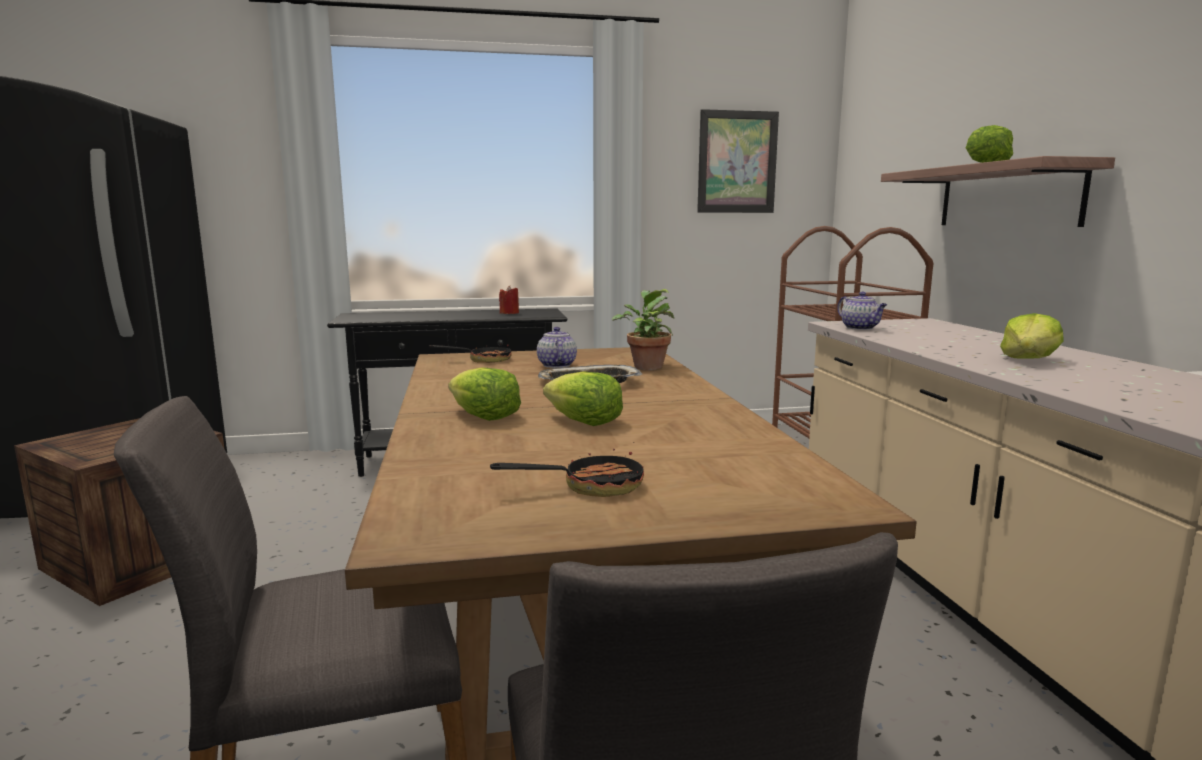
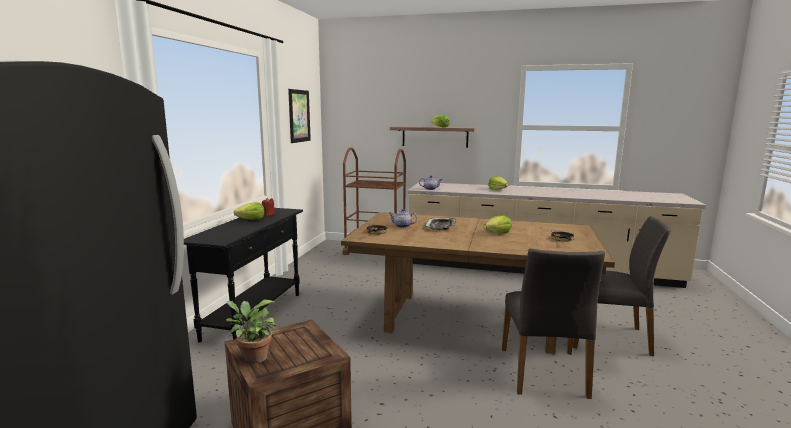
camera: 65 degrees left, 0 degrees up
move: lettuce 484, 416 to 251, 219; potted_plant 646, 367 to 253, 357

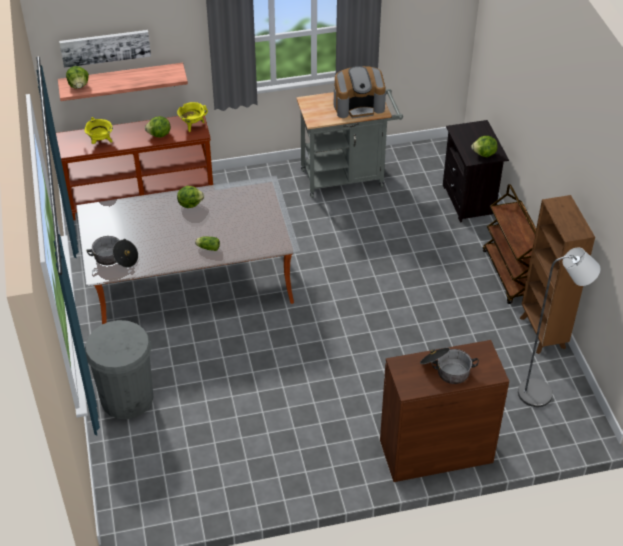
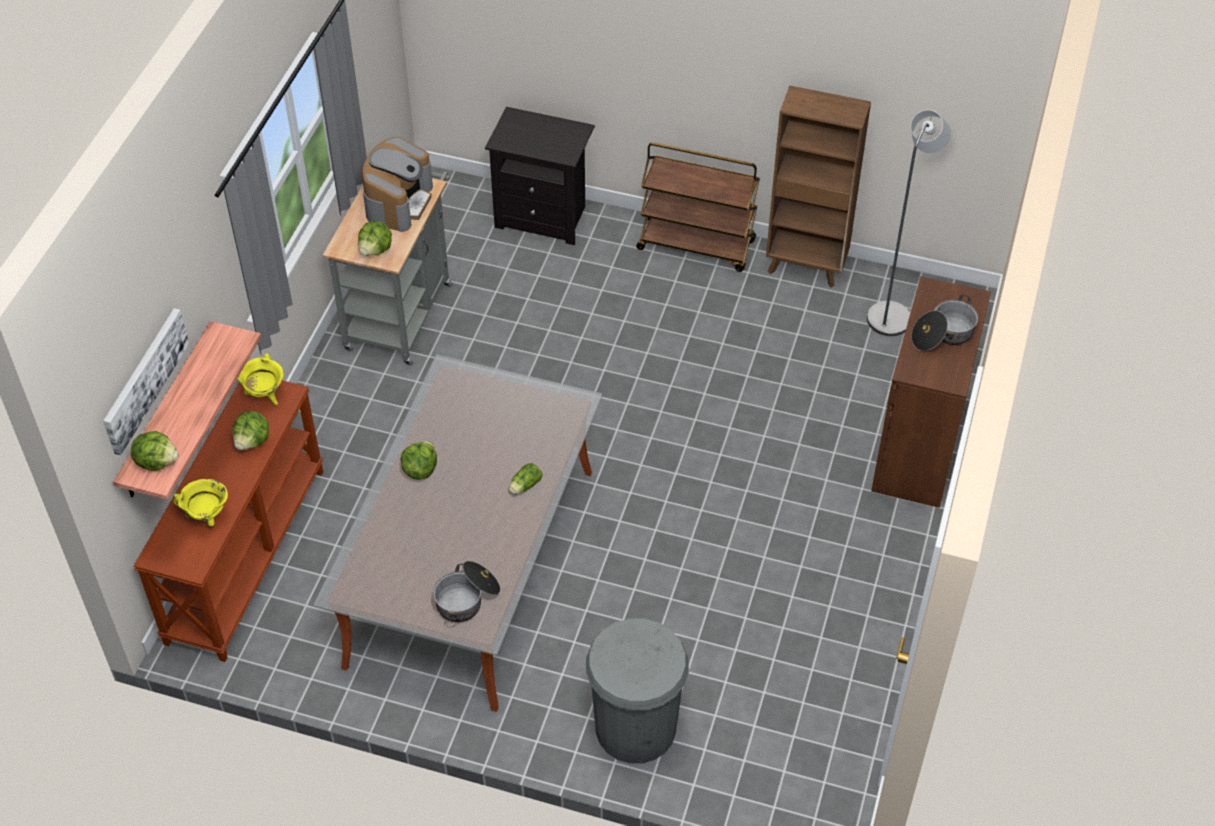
camera: 60 degrees left, 5 degrees up
move: lettuce 484, 154 to 376, 250

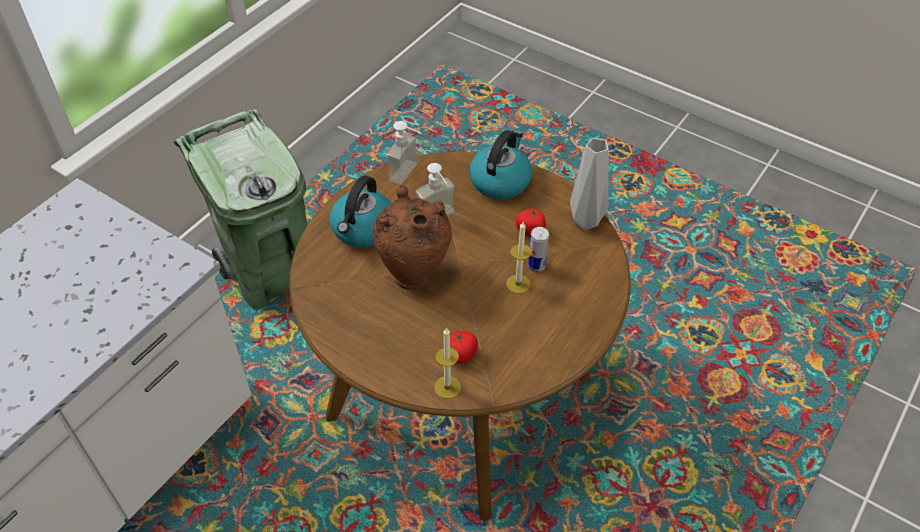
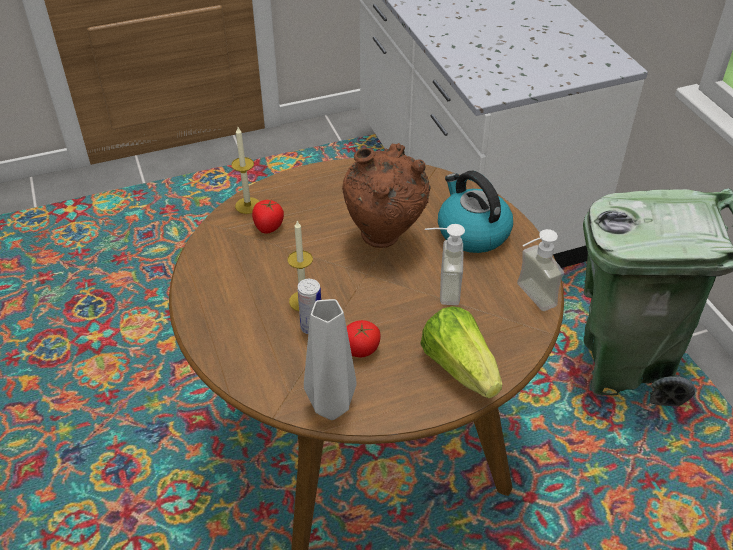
camera: 125 degrees right, 5 degrees down
replace: kettle 500, 181 to lettuce 459, 368

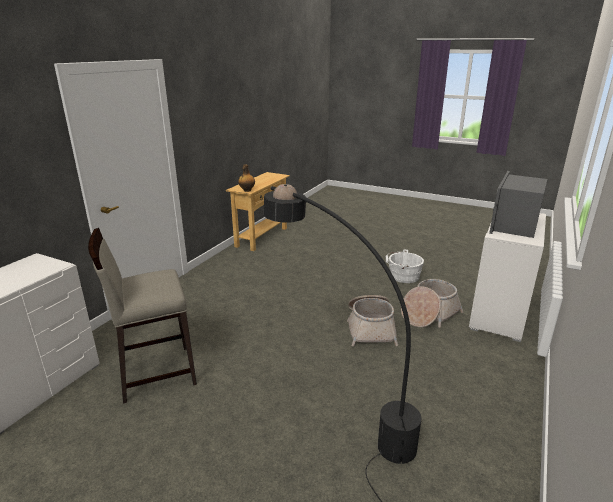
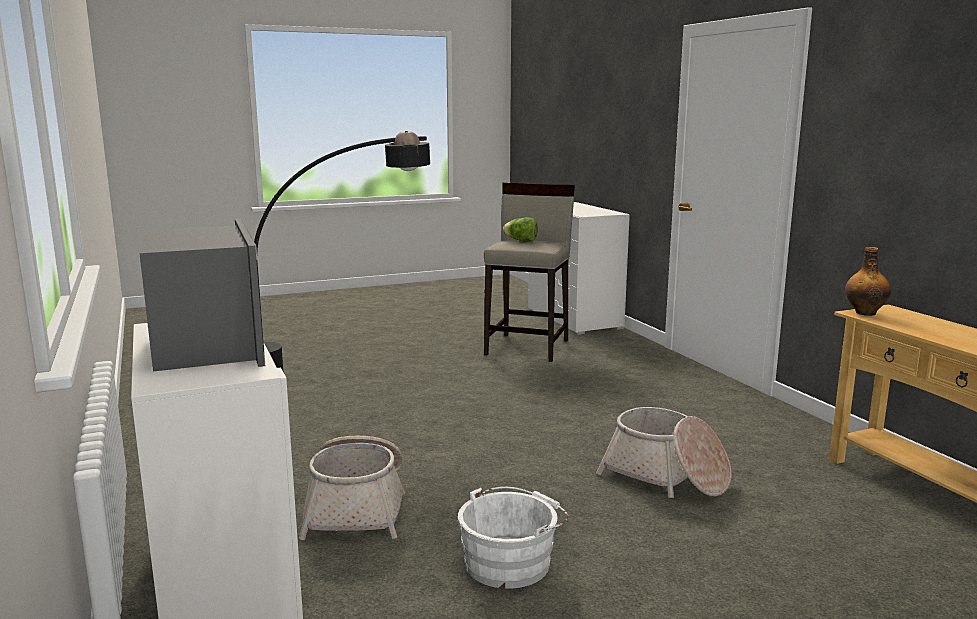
camera: 130 degrees right, 10 degrees down
insert: lettuce 521, 241
move: storage_basket 370, 328 to 666, 476

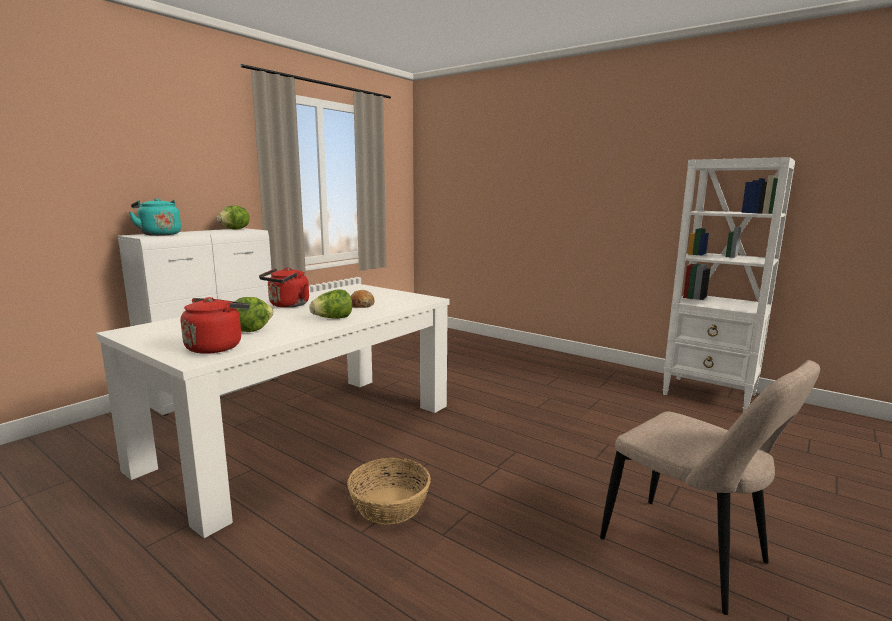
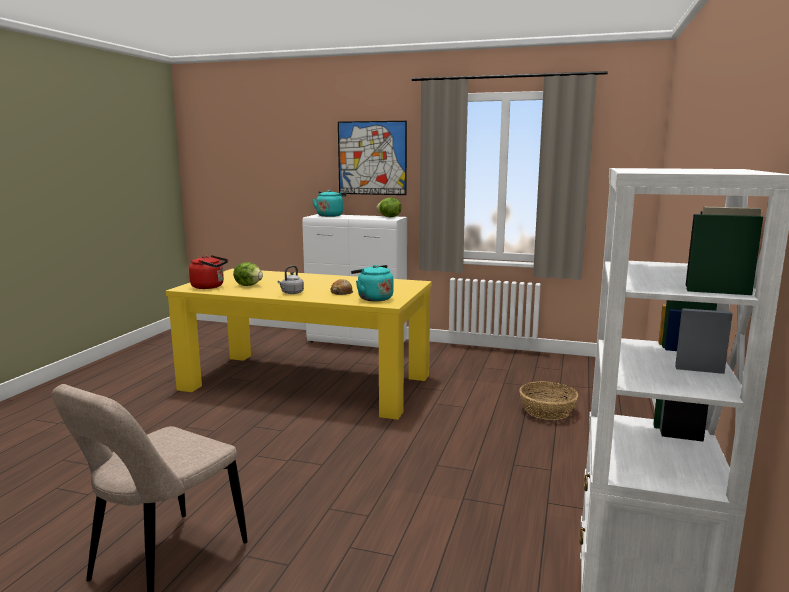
camera: 70 degrees right, 0 degrees up
delete: red_kettle 287, 305
insert: picture 372, 158; blue-green_kettle 373, 298
move: storage_basket 389, 505 to 547, 411
replace: lettuce 332, 318 to greyish_kettle 291, 293
recolor: whitish_dining_table 305, 434 to yellow-coloured_dining_table 306, 382

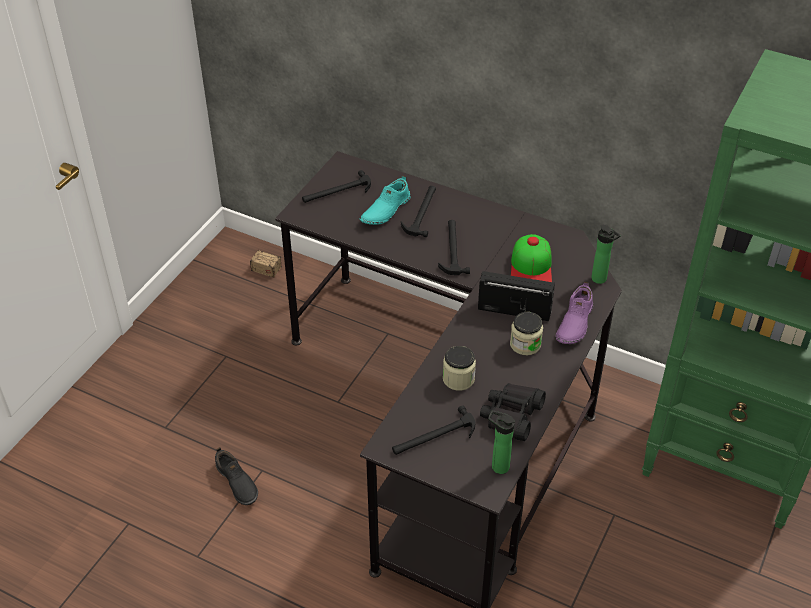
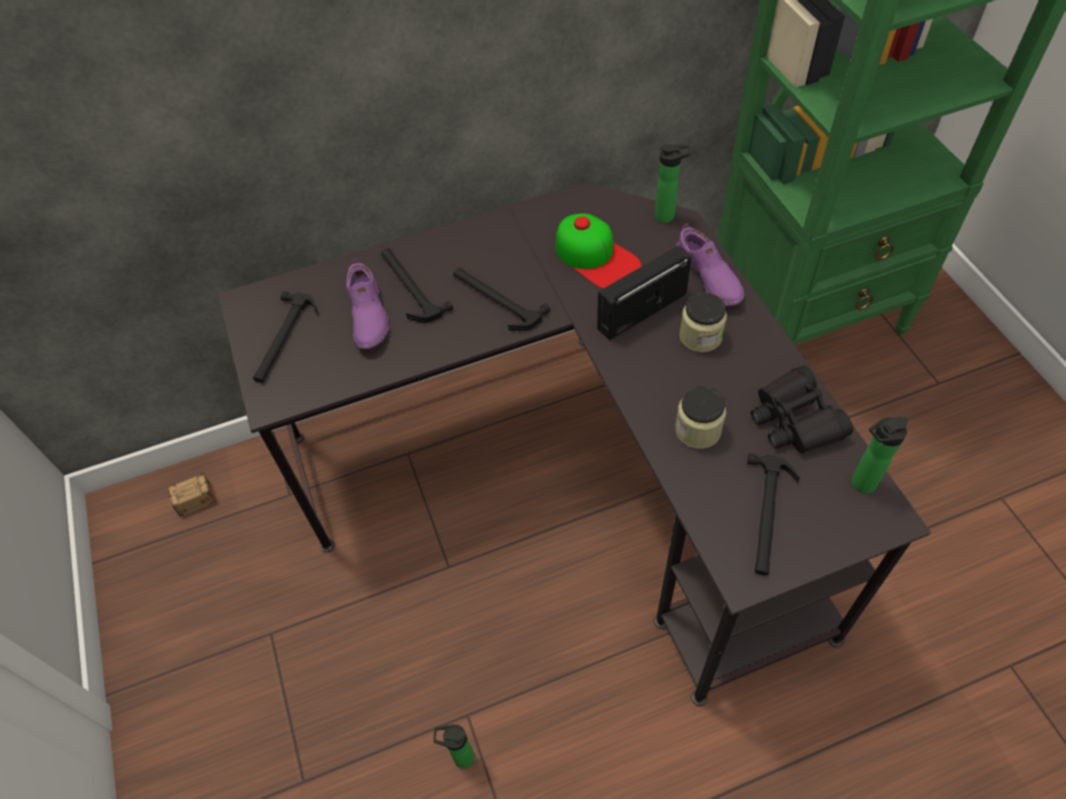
camera: 45 degrees left, 10 degrees up
replace: black_item_of_footwear 236, 483 to drink_bottle 460, 757
recolor: blue-green_item_of_footwear 385, 210 to purple_item_of_footwear 367, 316

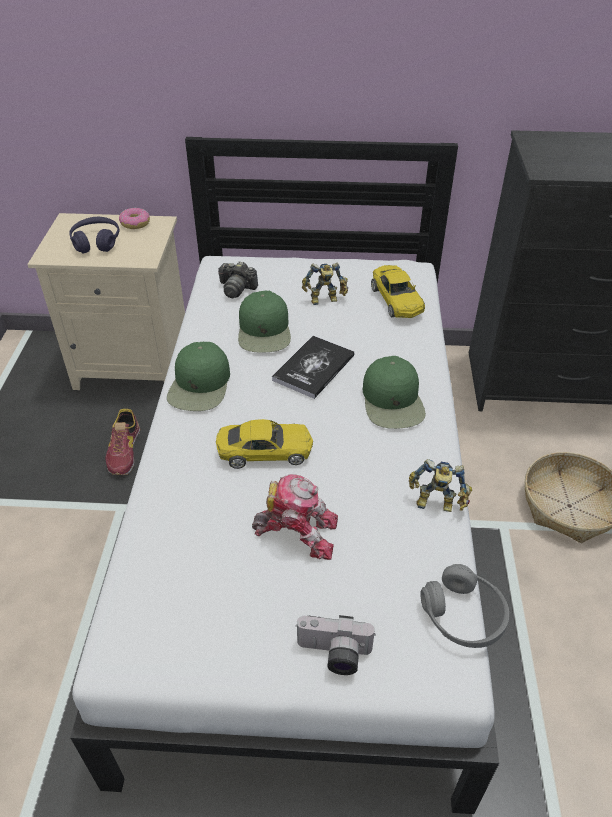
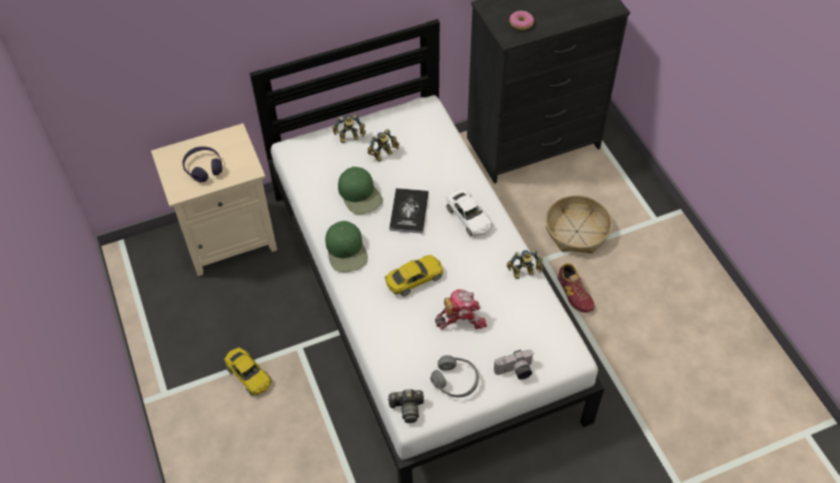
camera: 25 degrees left, 10 degrees up
insert: robot_figure 350, 138
move: item_of_footwear 124, 450 to 574, 293; doughnut 135, 223 to 521, 24; photo_camera 236, 289 to 407, 408; yellow-coloured_model_car 396, 299 to 248, 374; greyish_headphones 463, 615 to 455, 381
replace: greenish_cap 393, 401 to whitish_model_car 468, 217

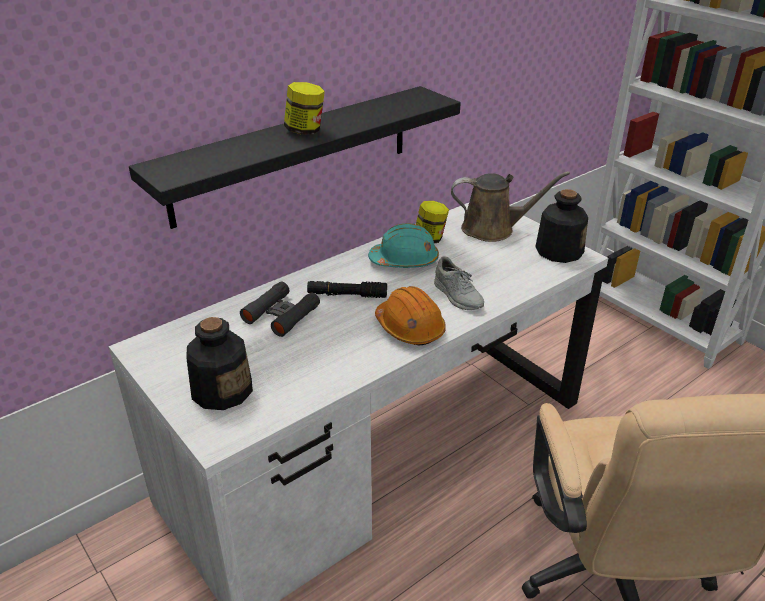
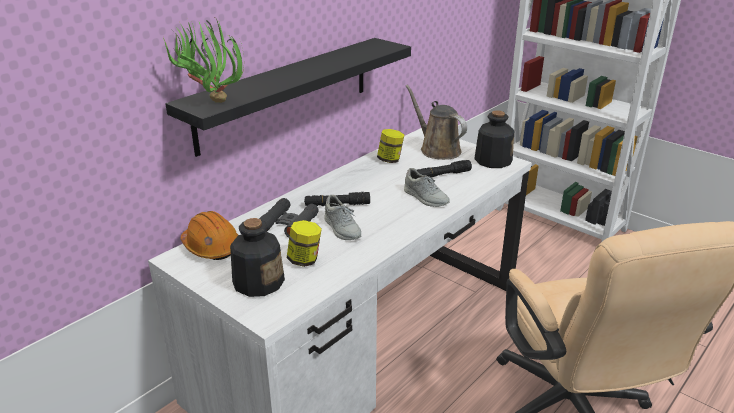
camera: 10 degrees left, 5 degrees down
delete: blue-green_safety_helmet 404, 260
insert: potted_plant 211, 101; greyish_item_of_footwear 342, 228; black_hand_torch 442, 175
move: jar 305, 131 to 304, 260; orange_safety_helmet 410, 328 to 211, 247
rotate: brownish_watering_pot 493, 229 = 437, 149 120 degrees counterclockwise

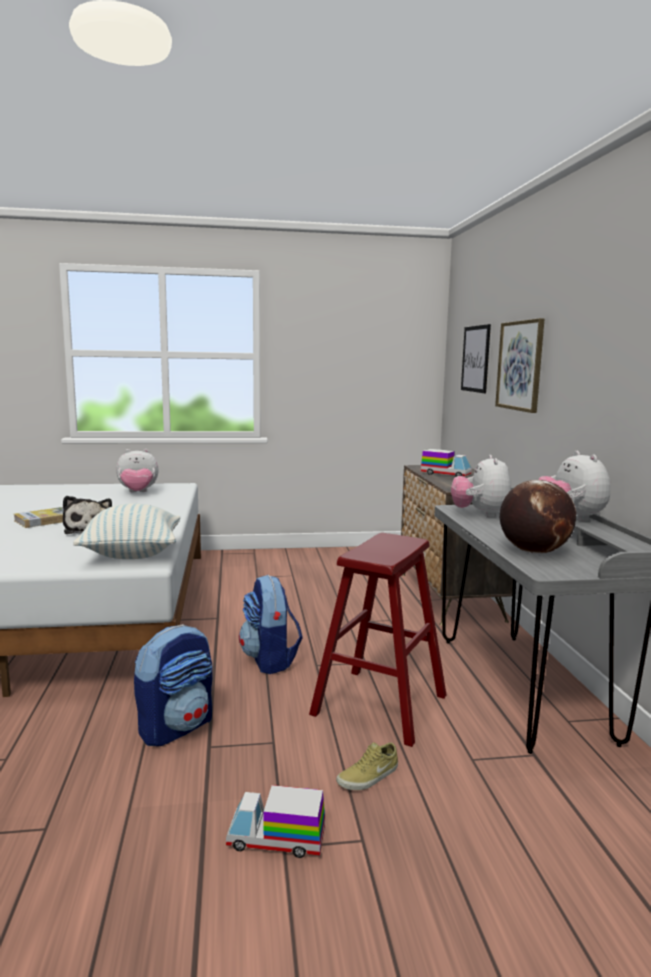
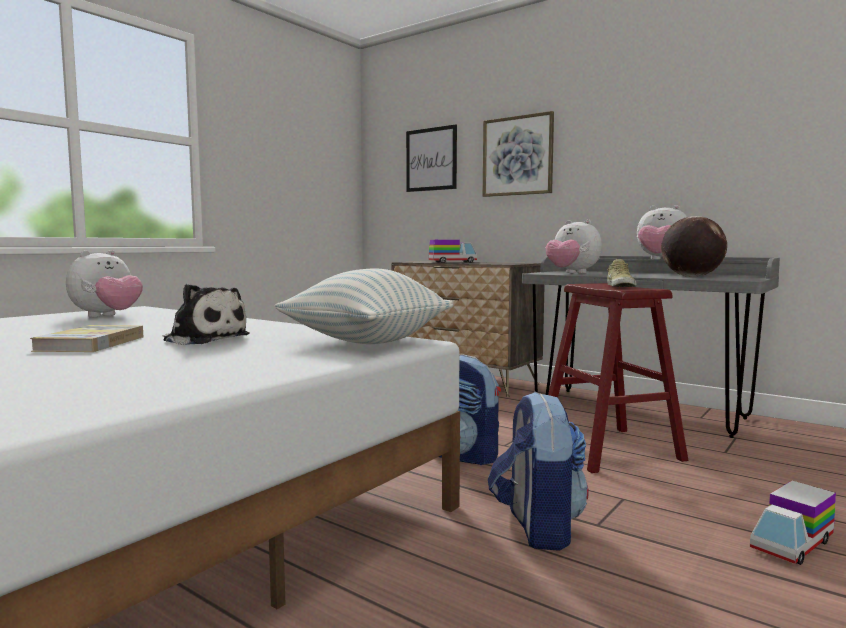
camera: 45 degrees left, 5 degrees down
move: beige-coloured_item_of_footwear 369, 777 to 621, 286

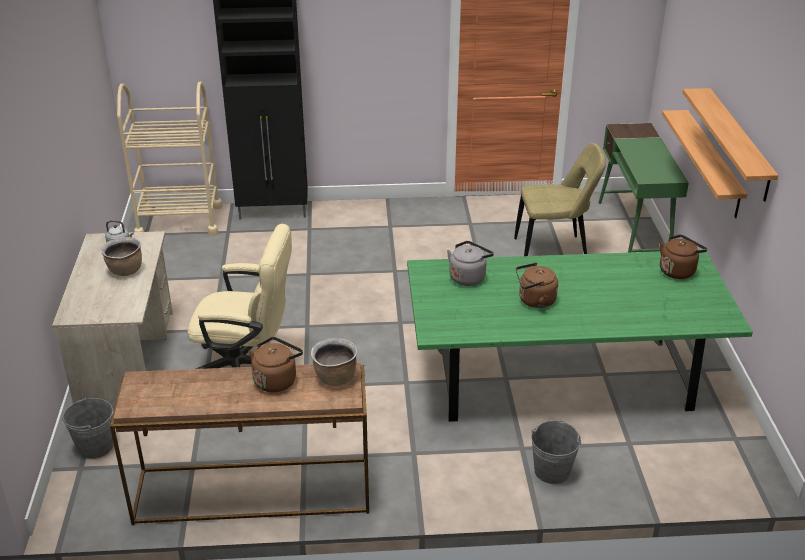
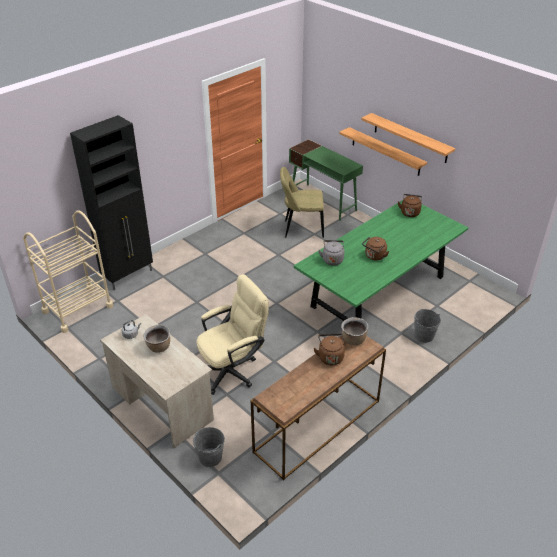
camera: 40 degrees left, 5 degrees up
rotate: beige-coloured_chair 554, 251 = 301, 229 135 degrees counterclockwise

